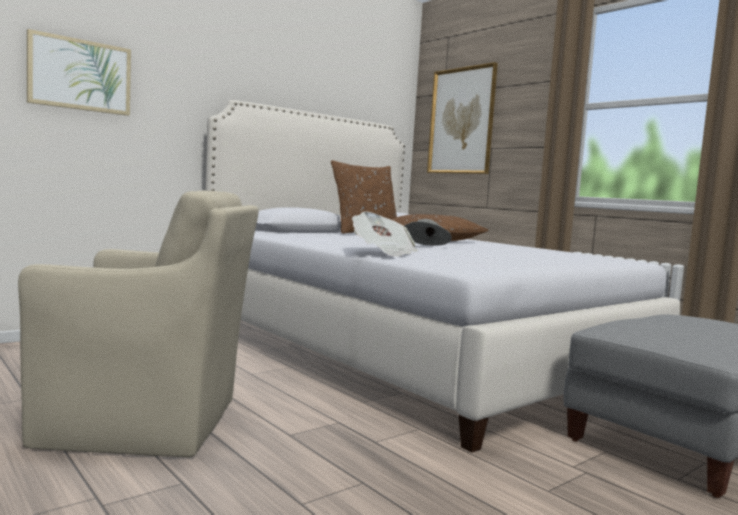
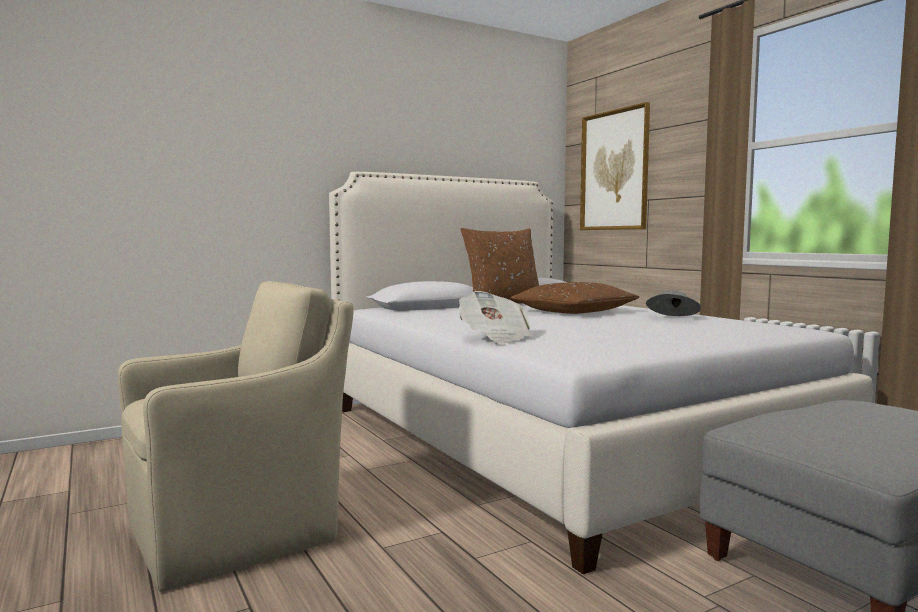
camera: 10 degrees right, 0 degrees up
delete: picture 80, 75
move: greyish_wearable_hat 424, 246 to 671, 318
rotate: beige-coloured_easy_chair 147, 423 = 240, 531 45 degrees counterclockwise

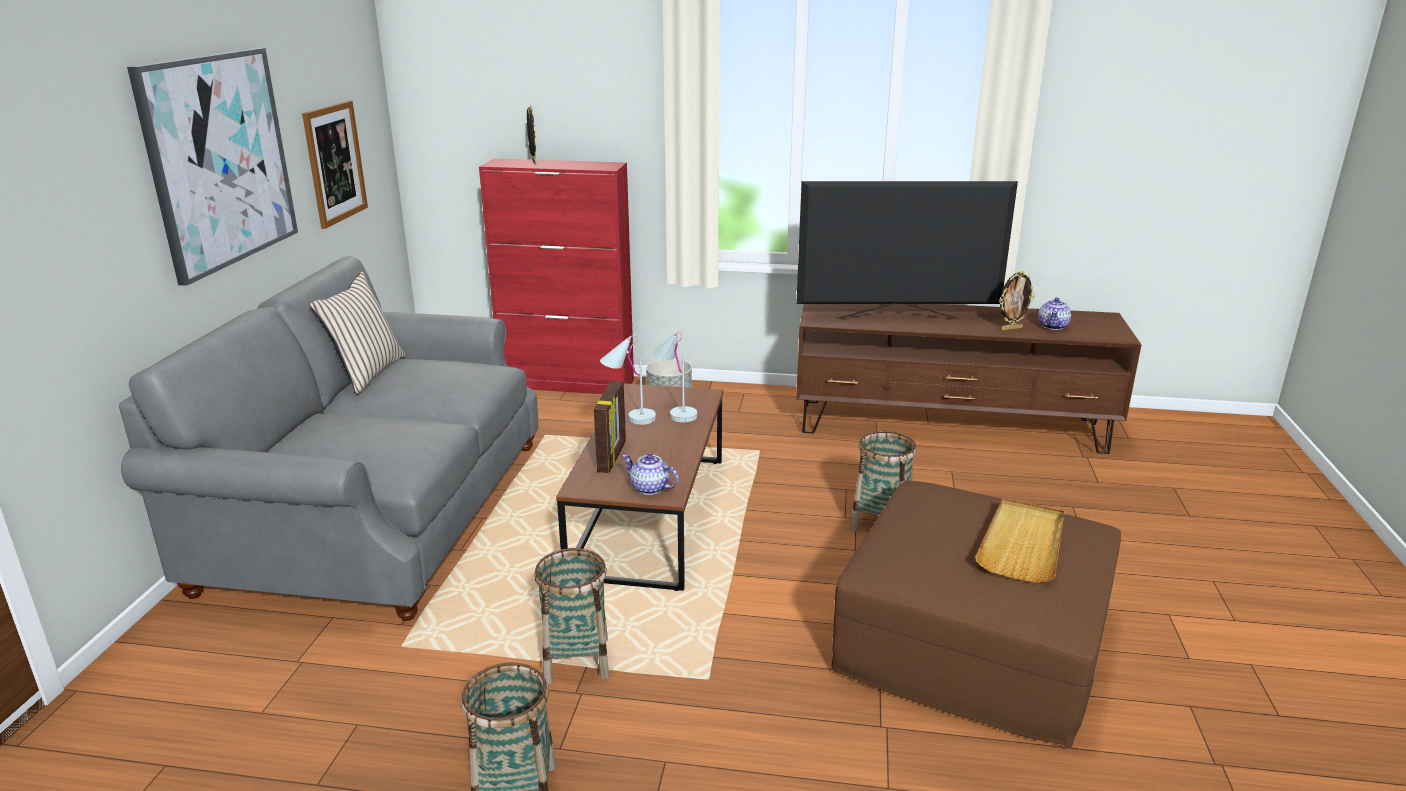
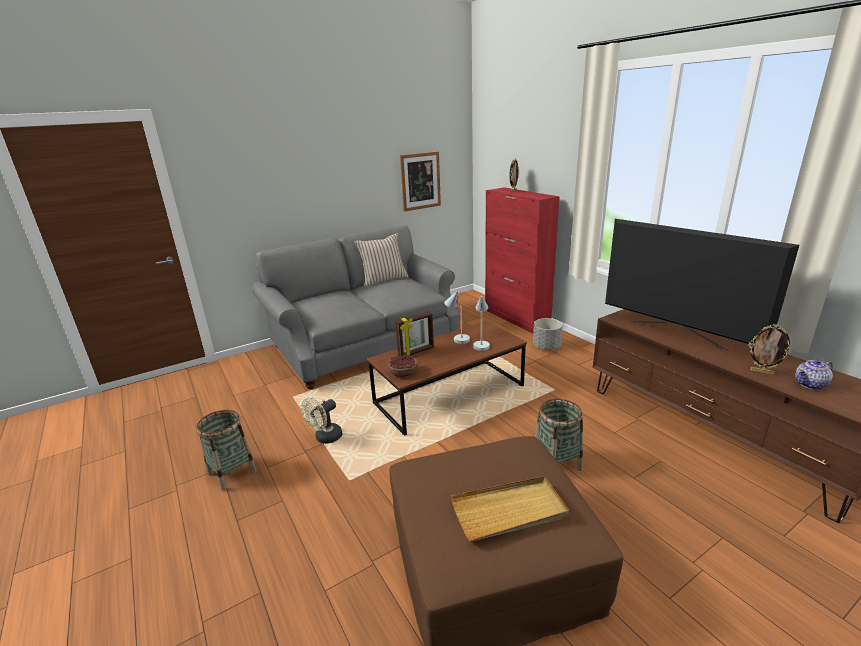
camera: 50 degrees right, 0 degrees up
delete: picture 219, 160
replace: storage_basket 576, 660 to beige-coloured_electric_fan 325, 438; pot_for_tea 650, 488 to bowl 403, 373

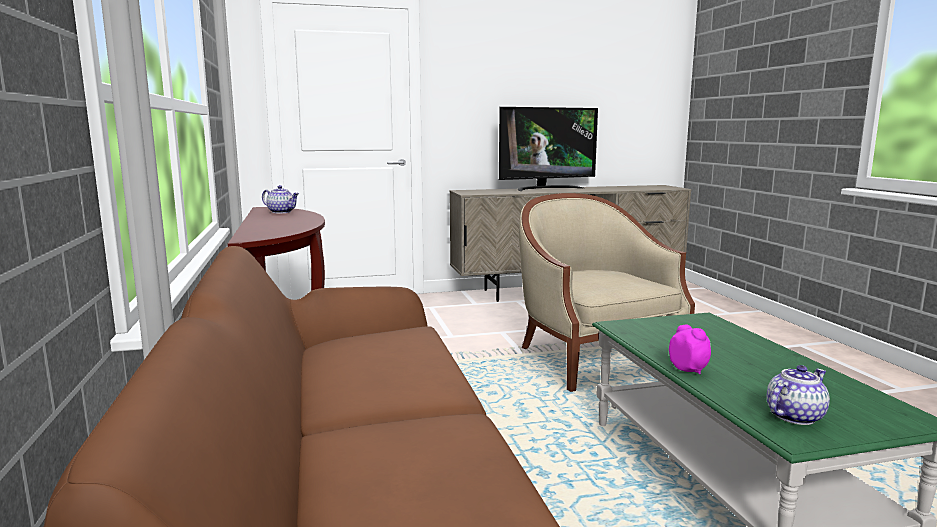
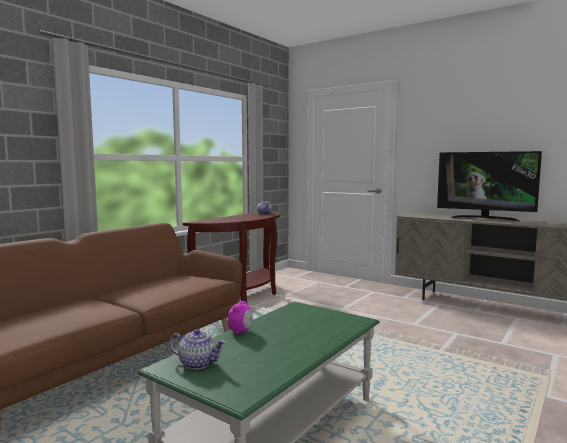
camera: 50 degrees right, 5 degrees down
delete: beige-coloured_easy_chair 594, 358

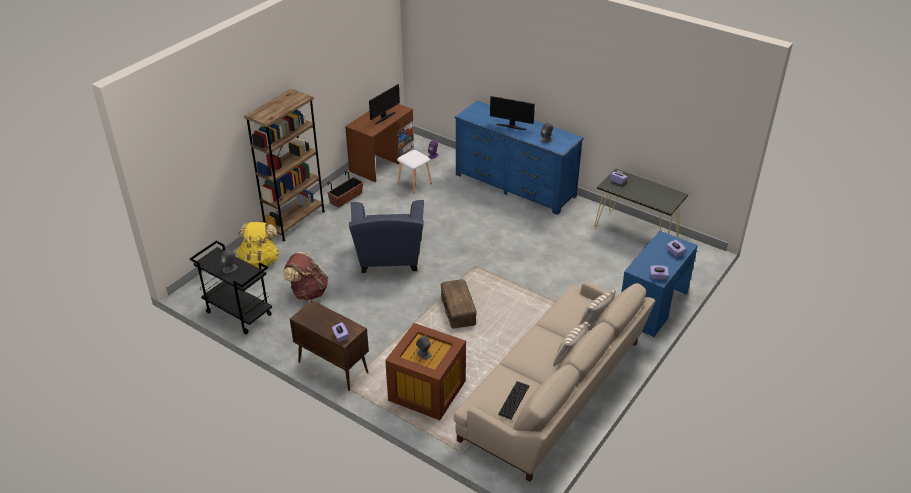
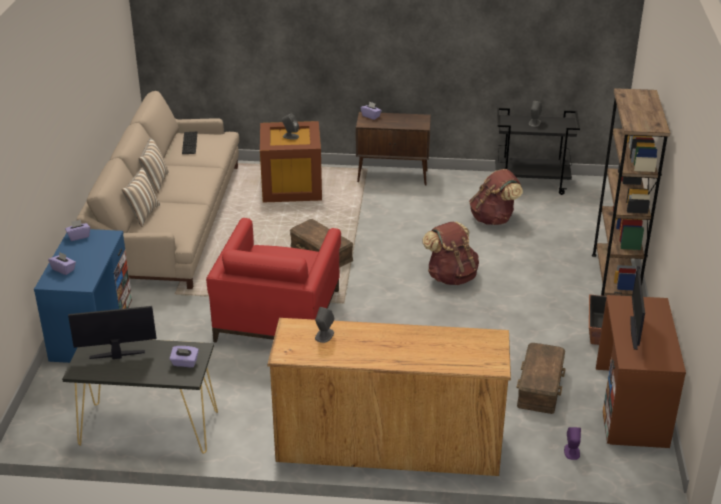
camera: 150 degrees right, 5 degrees down
delete: yellow-coloured_knapsack 260, 261
insert: red_easy_chair 278, 315
move: monitor 511, 126 to 117, 356
replace: blue-coloured_easy_chair 389, 259 to brownish_knapsack 451, 276; whitish_stool 414, 184 to brownish_storage_container 539, 386
recolor: blue-coloured_dresser 515, 185 to brownish_dresser 388, 444

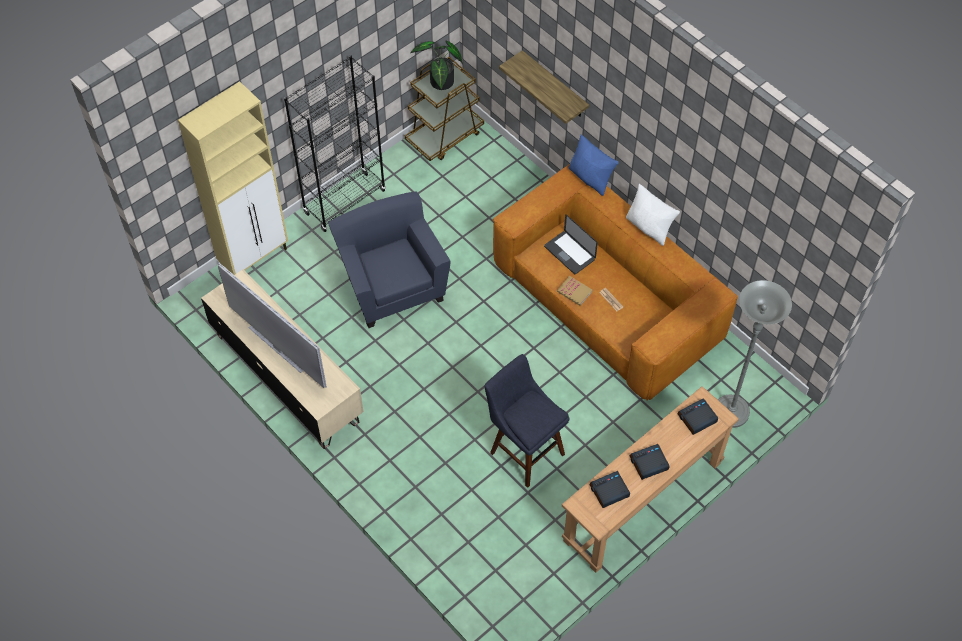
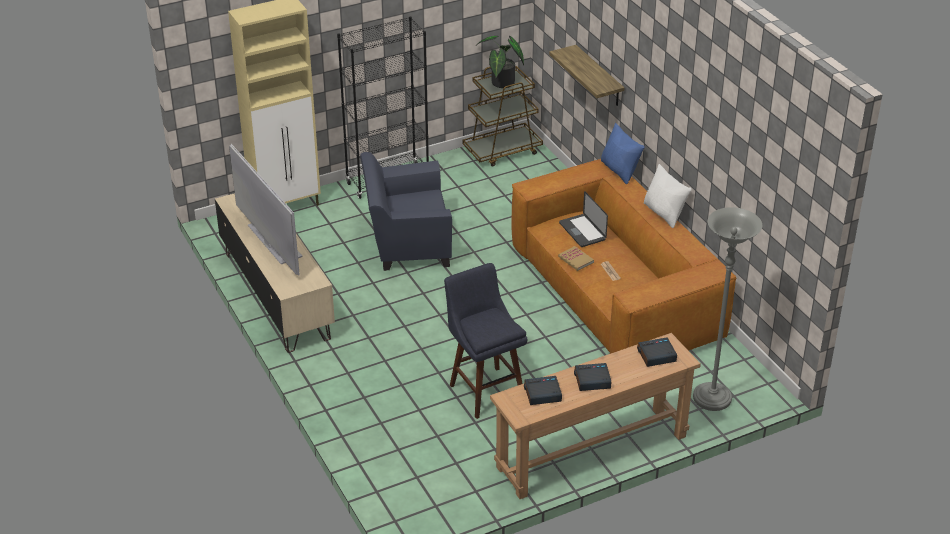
camera: 15 degrees right, 20 degrees down
rotate: blue-coloured_easy_chair 392, 285 = 406, 246 90 degrees counterclockwise

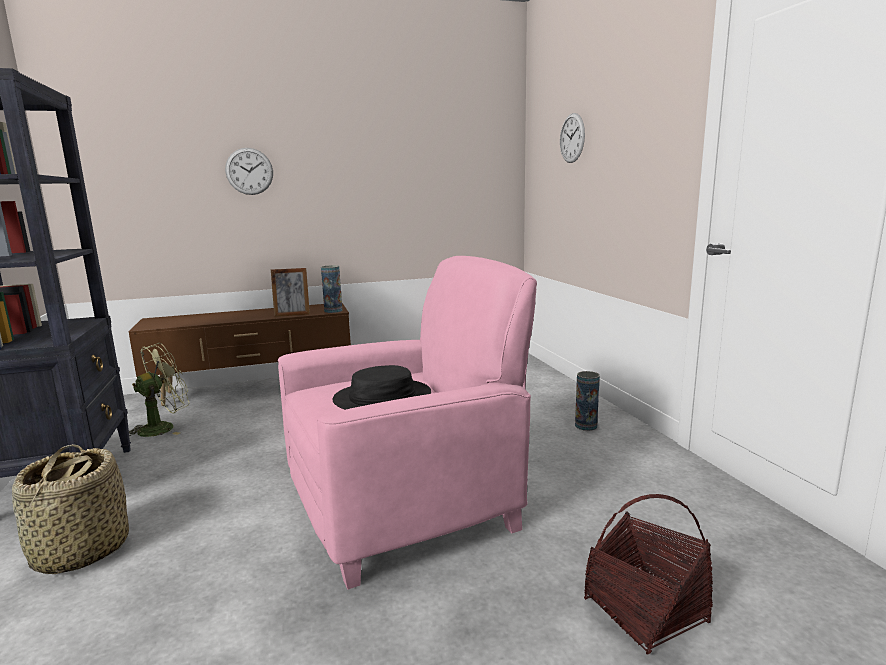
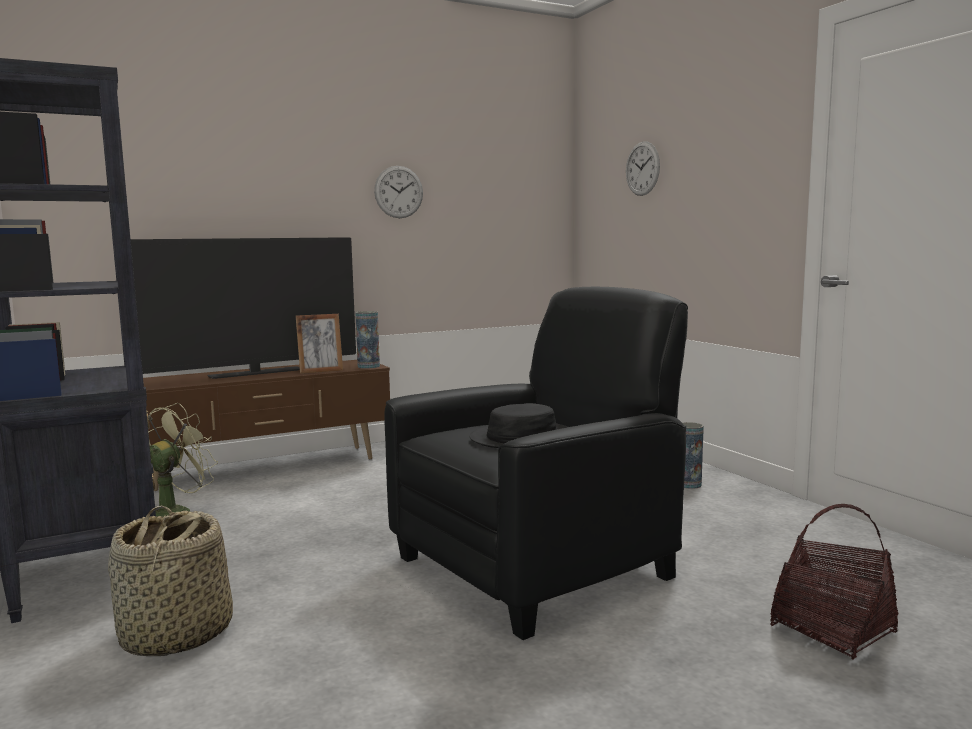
camera: 10 degrees left, 5 degrees down
insert: television 255, 373
move: clock_on_the_wall 249, 171 to 398, 192
recolor: pink_easy_chair 406, 505 to black_easy_chair 536, 566

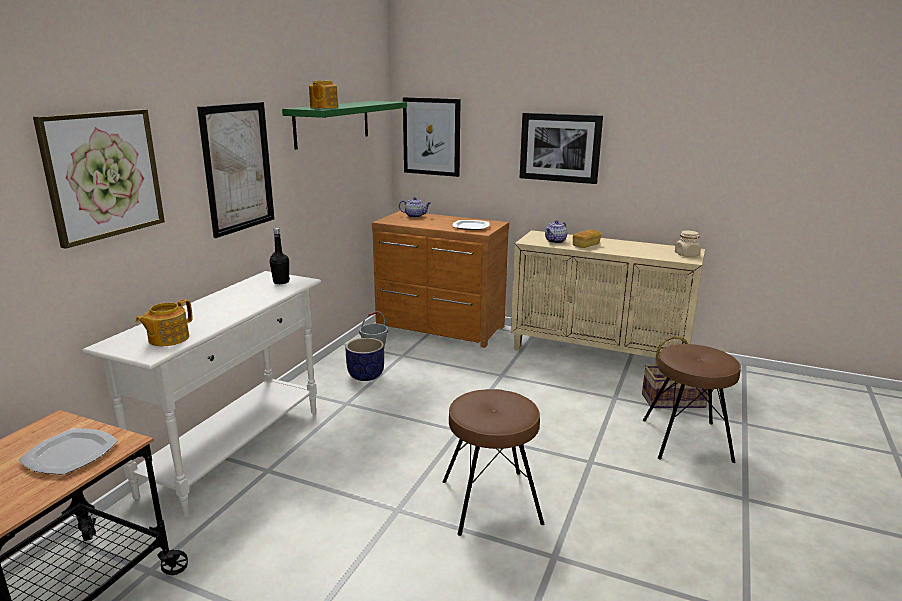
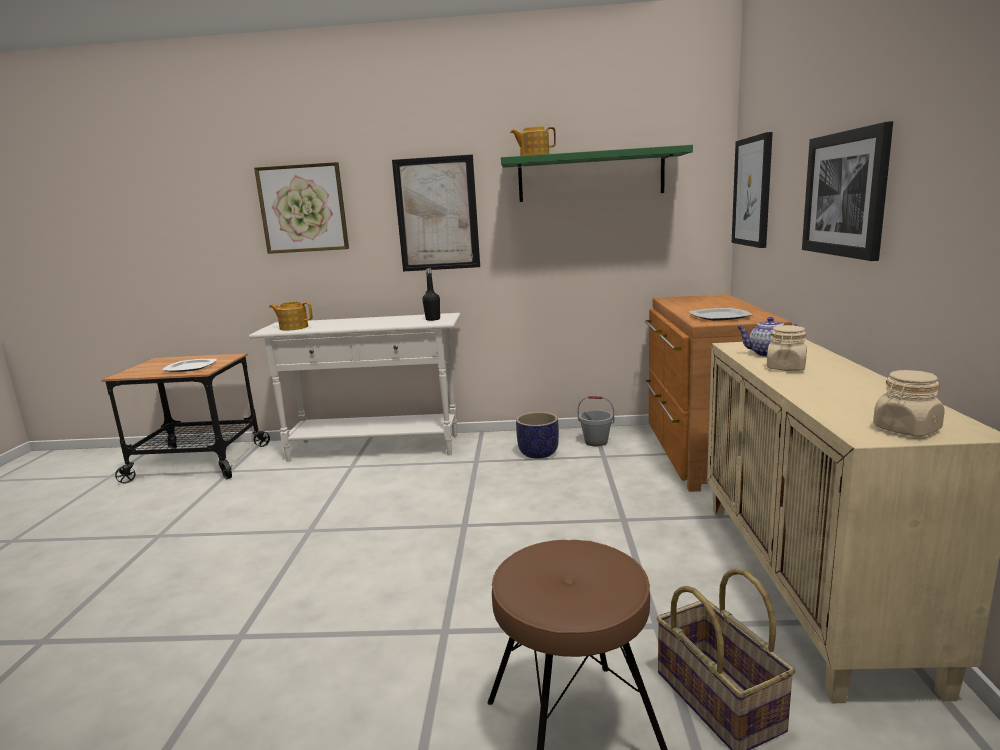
camera: 70 degrees right, 5 degrees down
delete: pot_for_tea 415, 216; brownish_stool 490, 501
replace: bakery_bread 586, 245 to beige-coloured_jar 786, 368

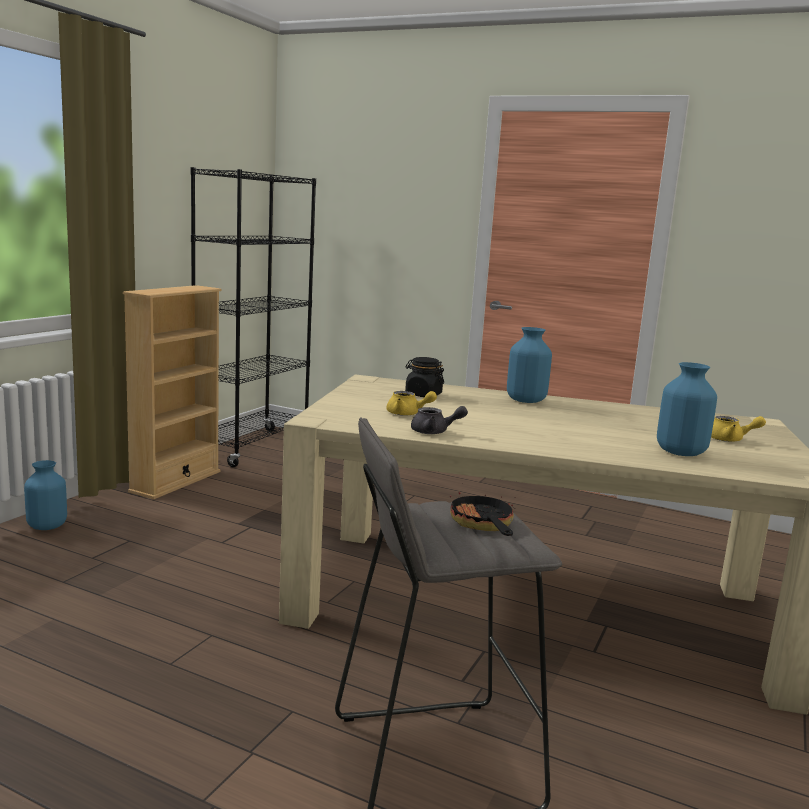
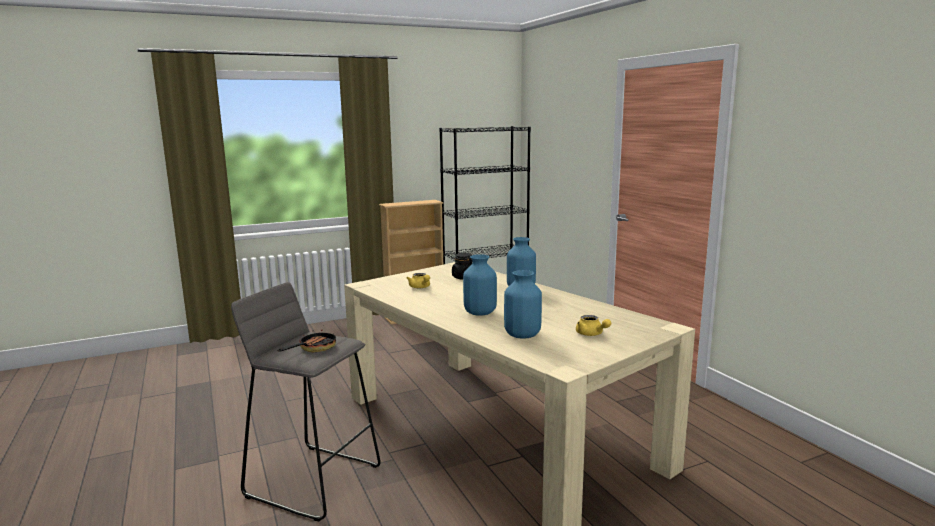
camera: 40 degrees right, 0 degrees up
delete: greyish_pot_for_tea 434, 432
move: blue-coloured_vase 47, 526 to 480, 312

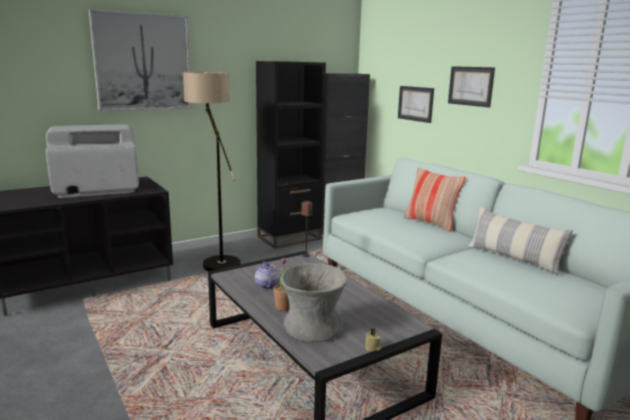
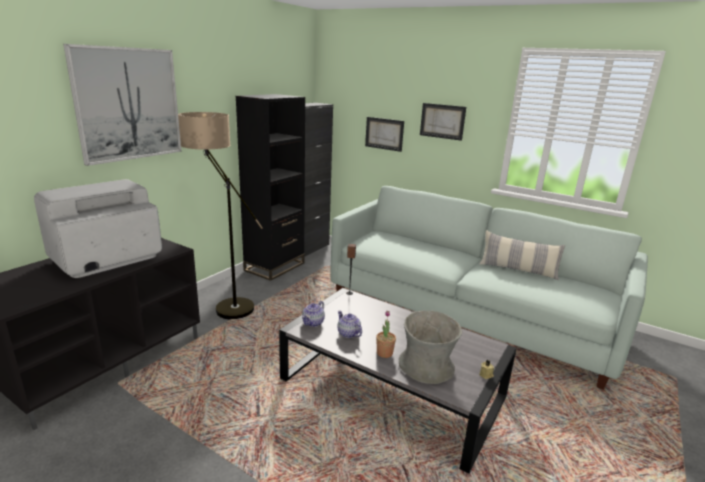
camera: 25 degrees left, 5 degrees up
delete: pillow 431, 222
insert: pot_for_tea 313, 323

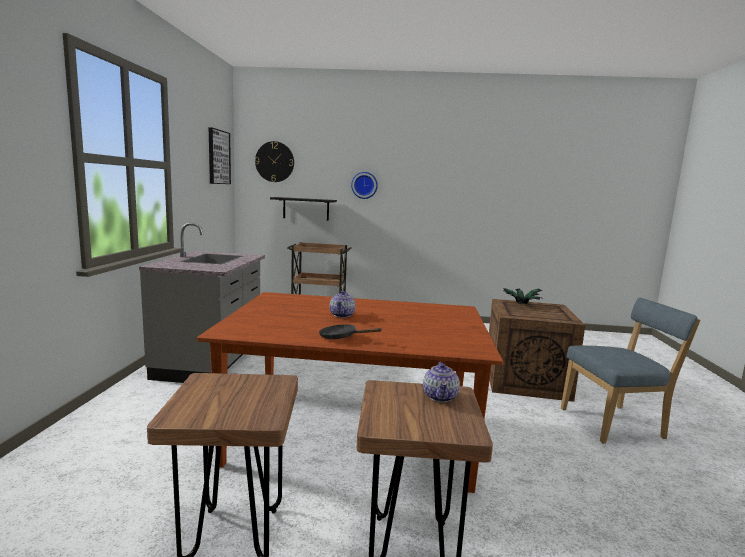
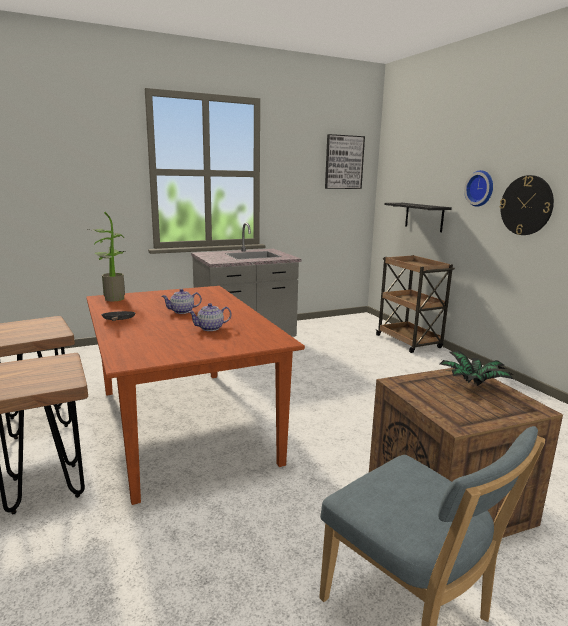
camera: 60 degrees right, 5 degrees up
insert: potted_plant 112, 298
move: clock_on_the_wall 274, 162 to 526, 205; pot_for_tea 440, 396 to 210, 328

